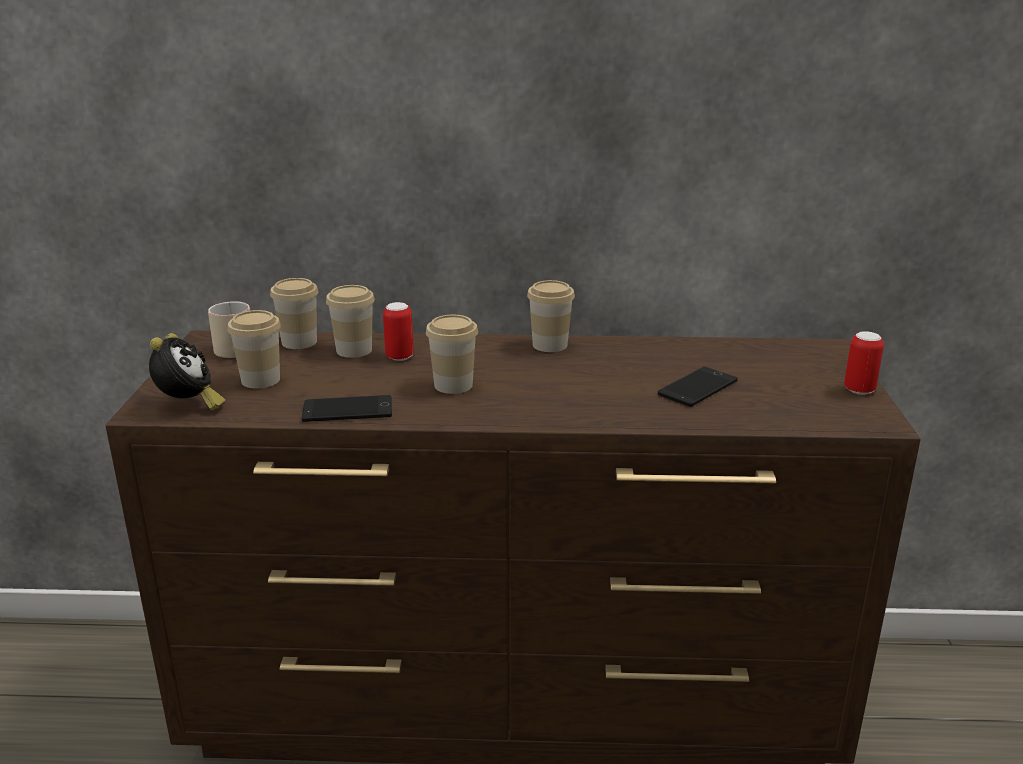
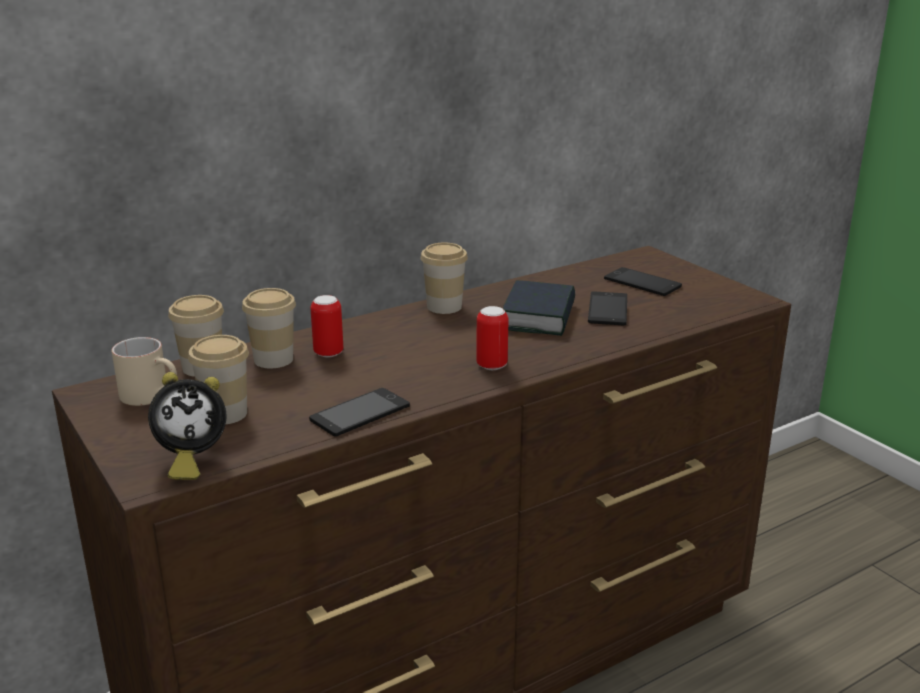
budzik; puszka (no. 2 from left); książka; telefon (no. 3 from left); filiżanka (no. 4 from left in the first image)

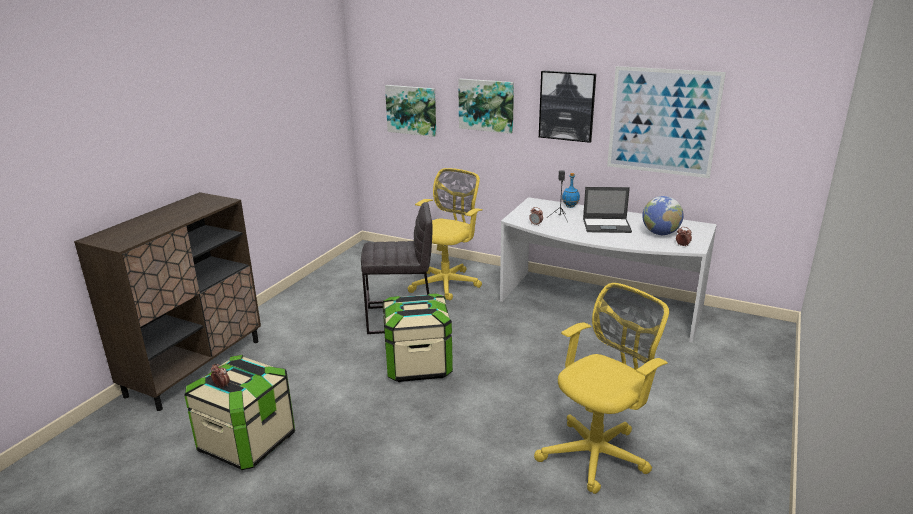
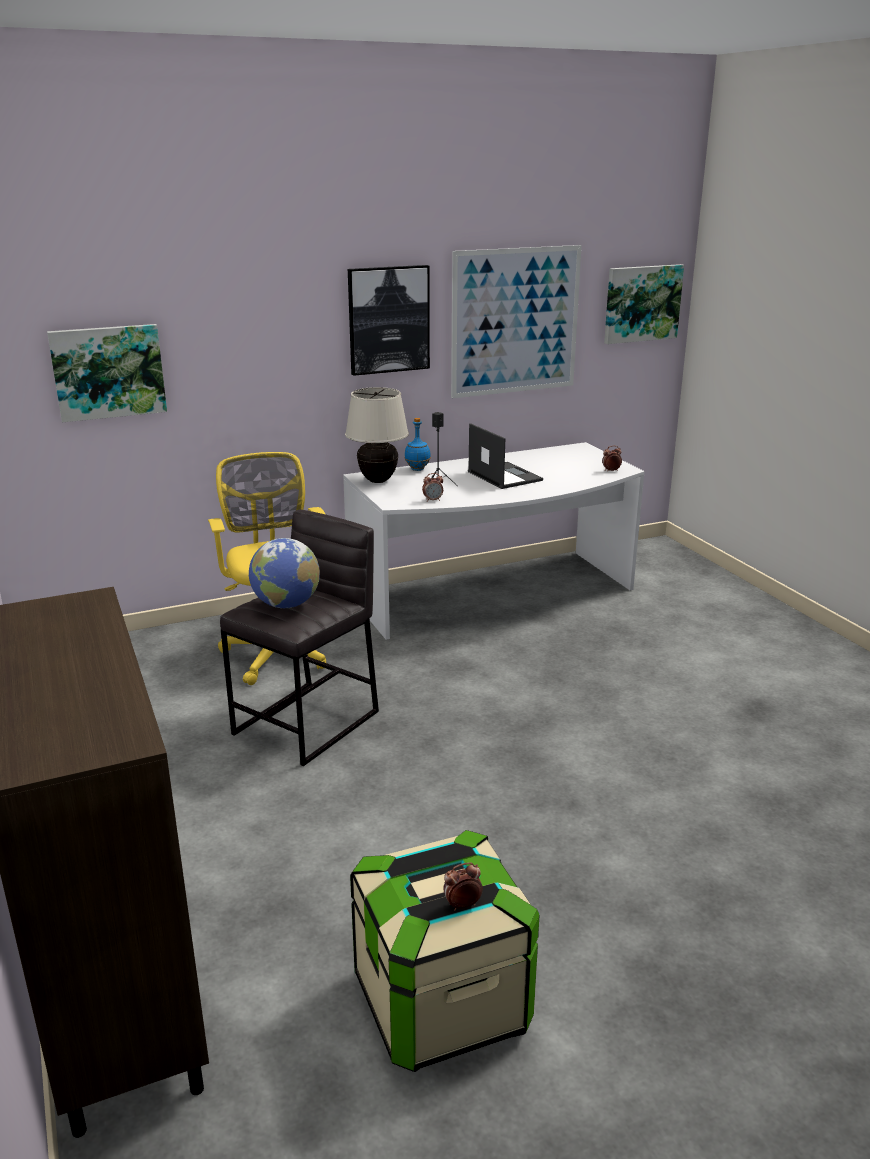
globus; lampa stołowa (beżowy); laptop; obraz (no. 4 from left); pojemnik do przechowywania (no. 2 from left in the first image); krzesło biurowe (żółty) (no. 2 from left in the first image)

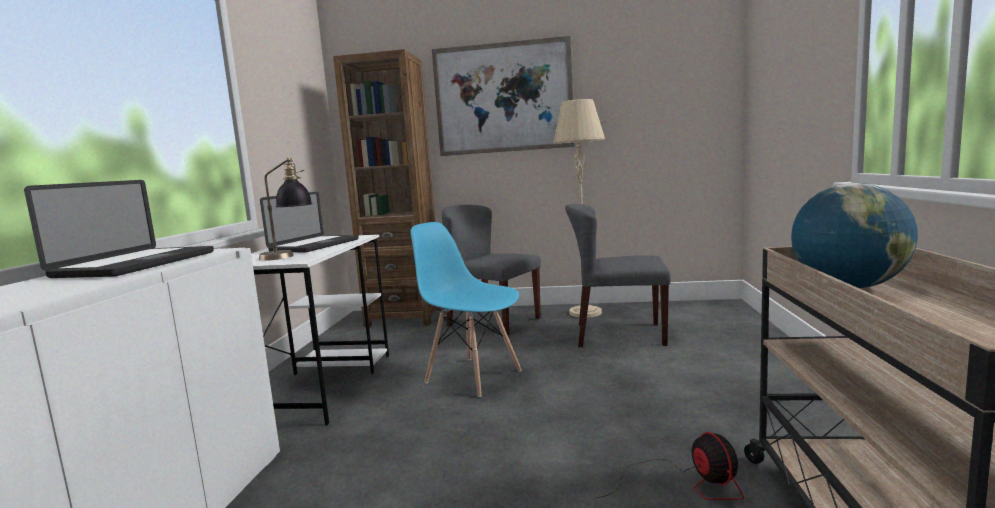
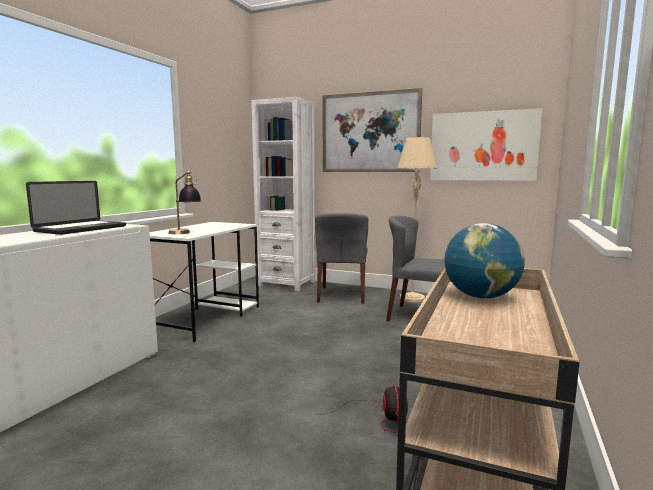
regał (biały); krzesło (szary) (no. 1 from left); obraz (no. 2 from left); laptop (no. 2 from left in the first image); krzesło (niebieski)

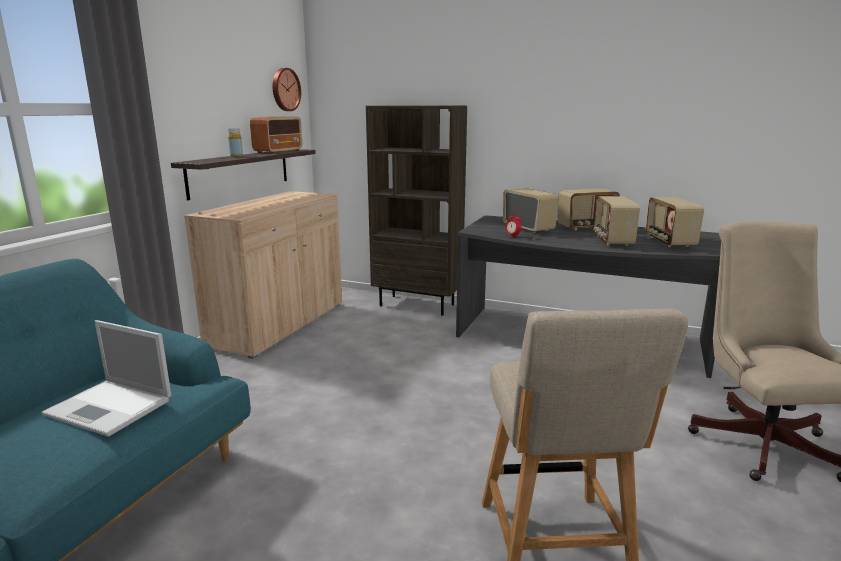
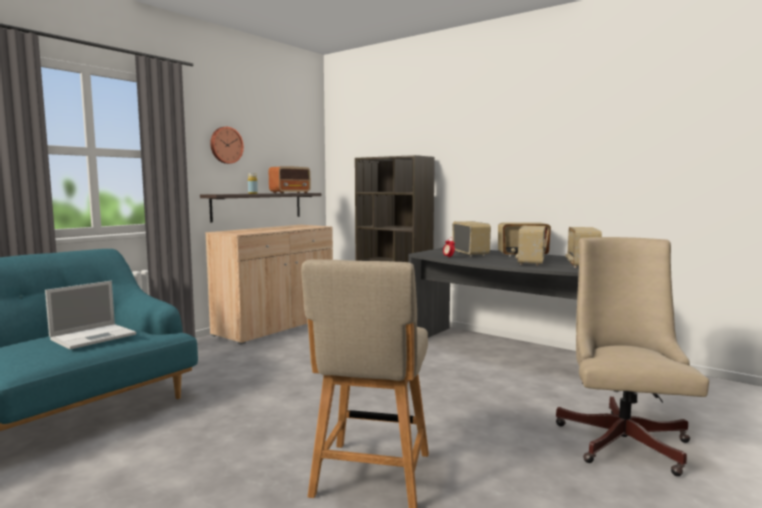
laptop; zegar ścienny

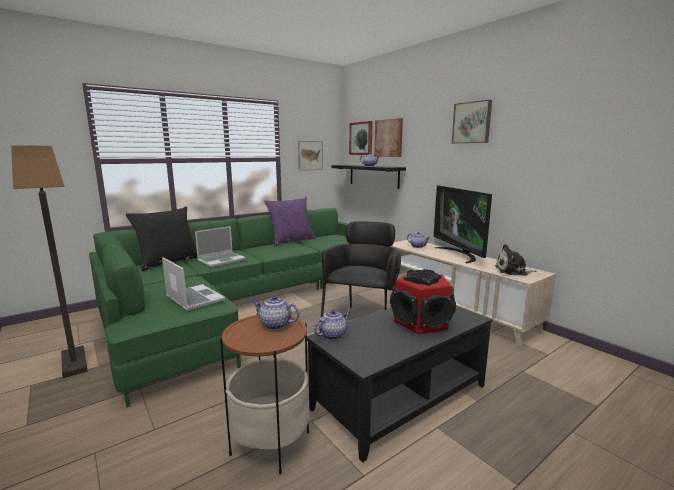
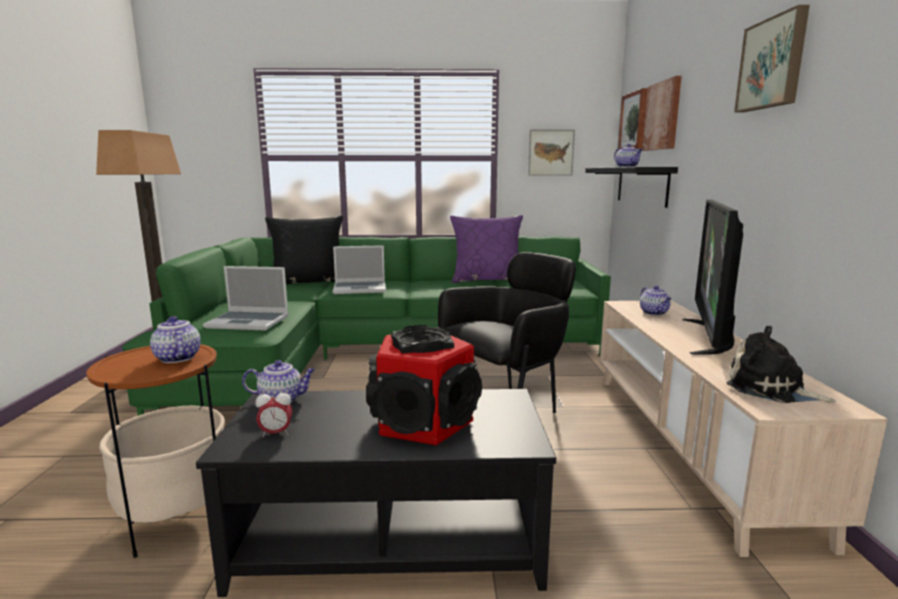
laptop (no. 1 from left); budzik

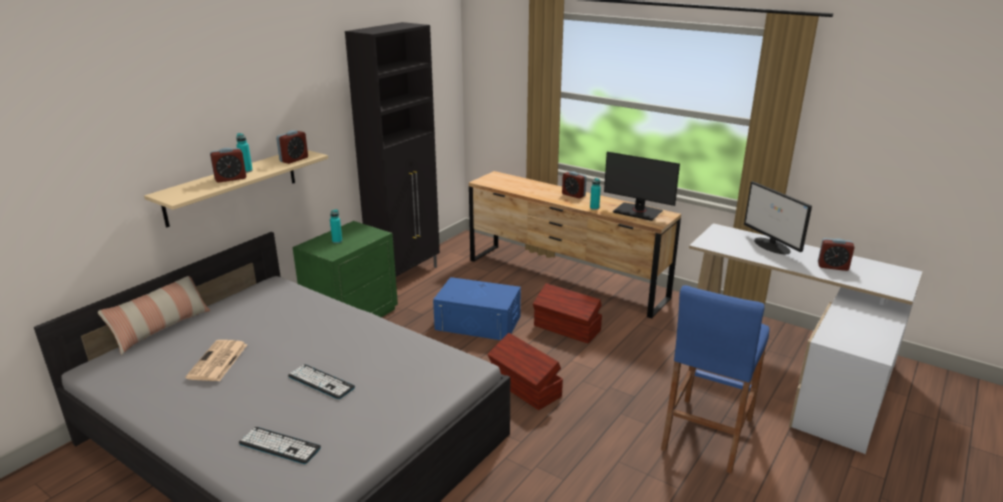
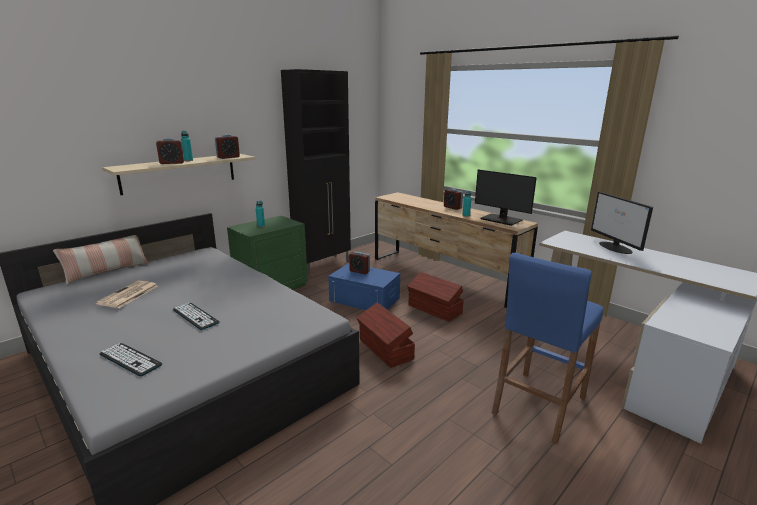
budzik (no. 3 from left)

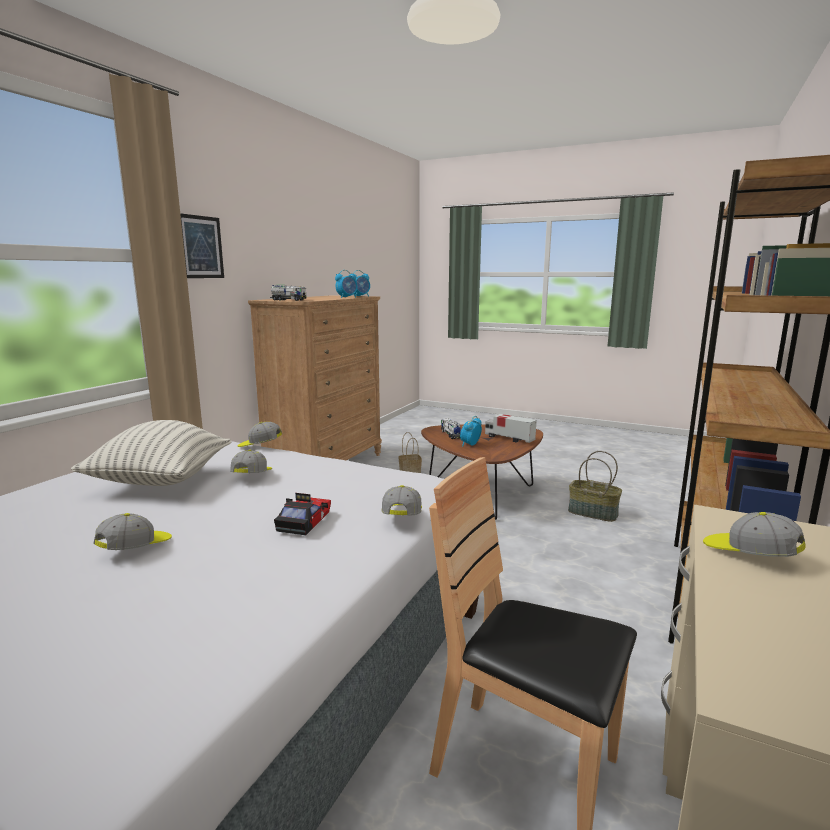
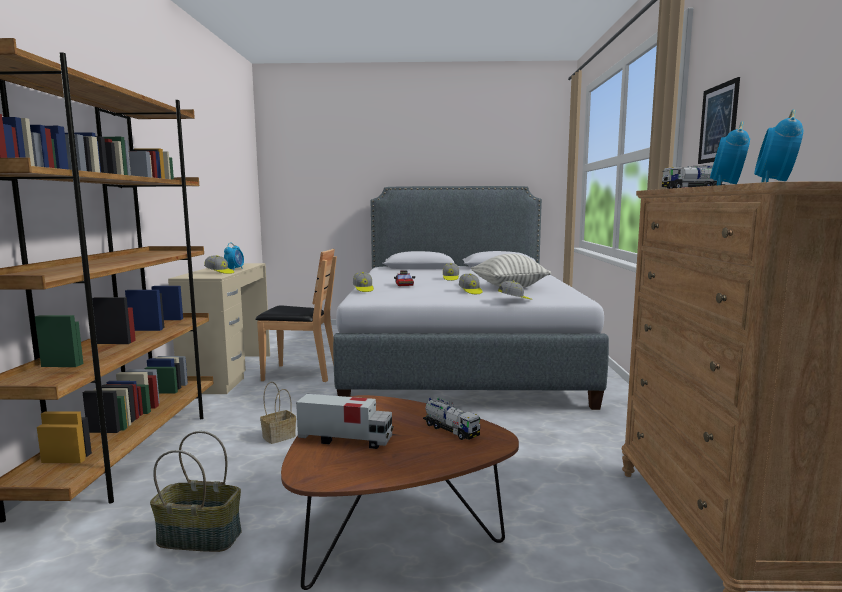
budzik (no. 1 from left); koszyk (no. 2 from left)

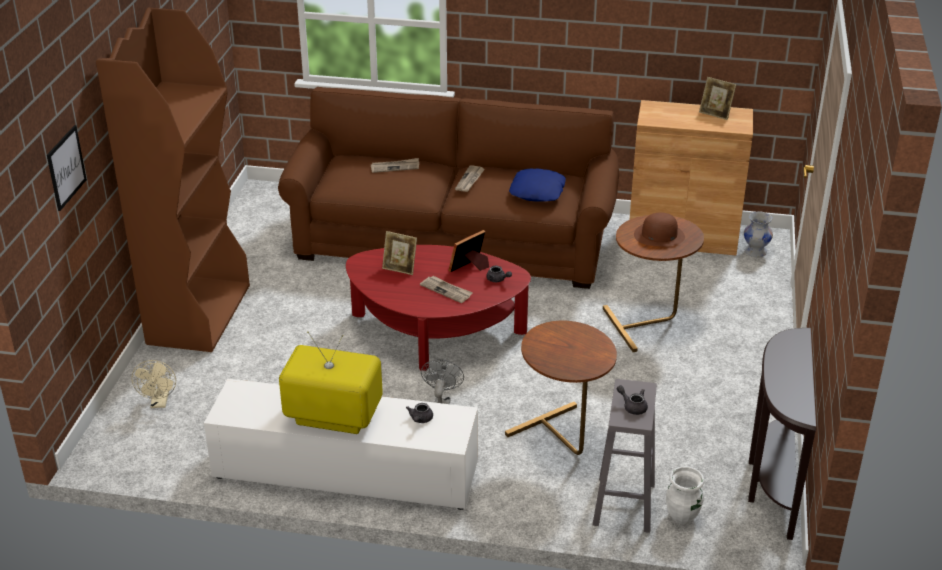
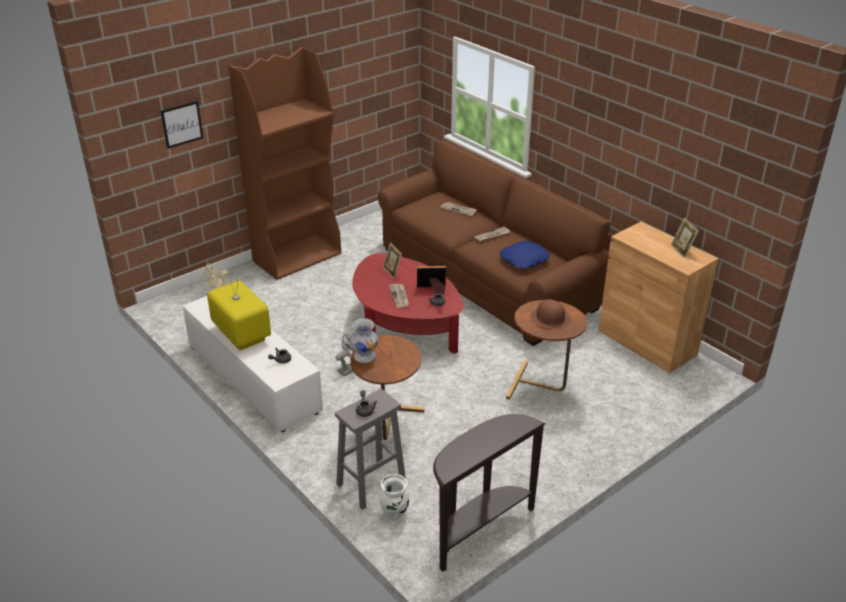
wazon (biały) (no. 1 from left)

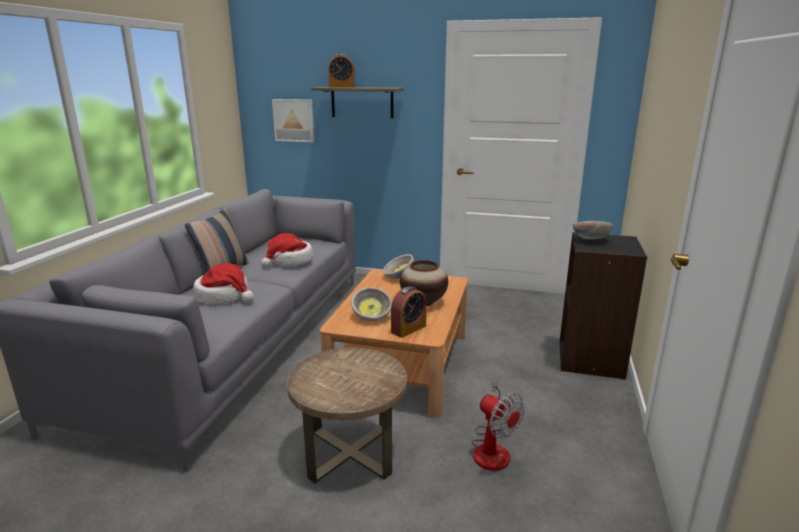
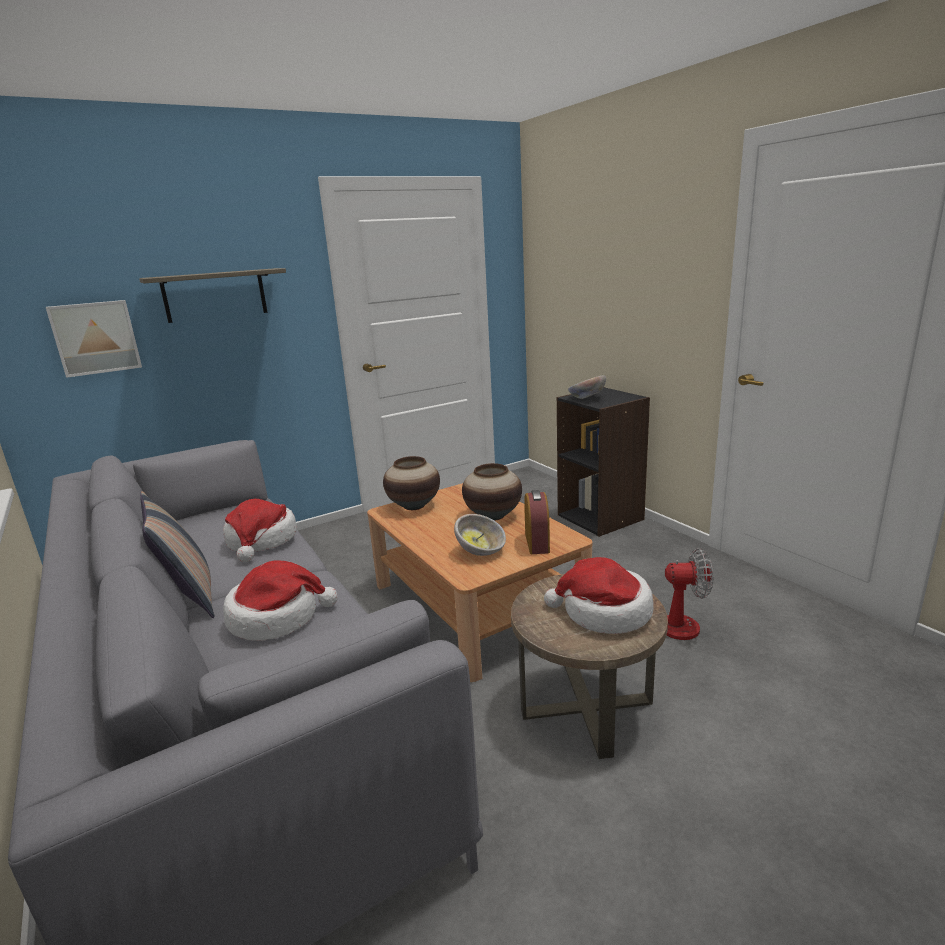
wazon (no. 1 from left); kapelusz (no. 3 from left); budzik (no. 1 from left in the first image)

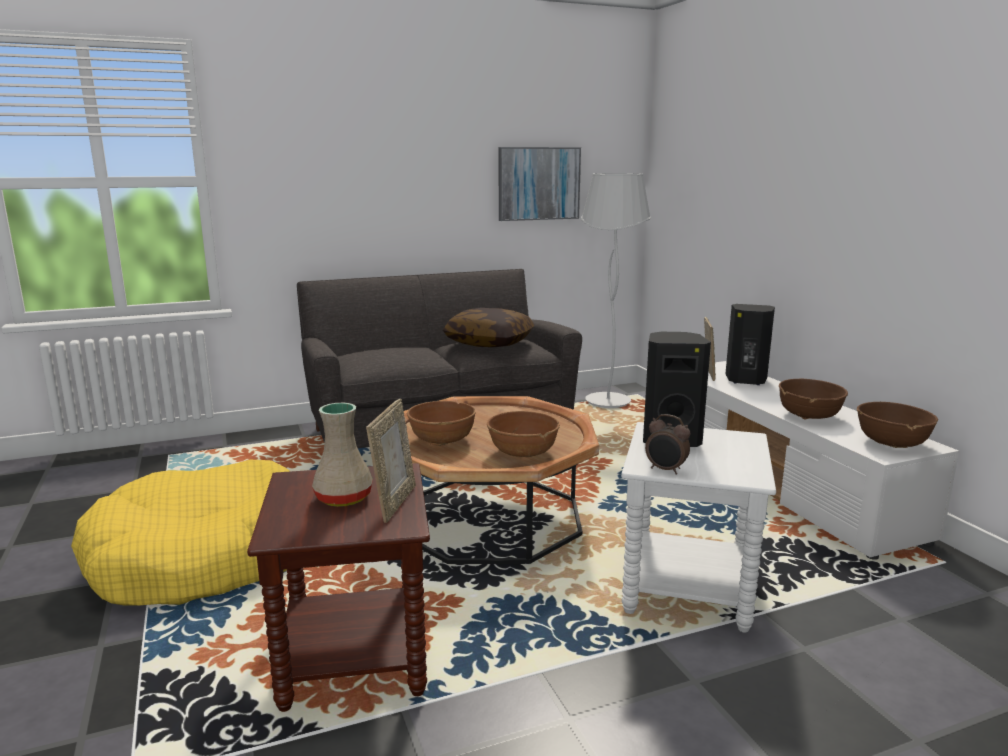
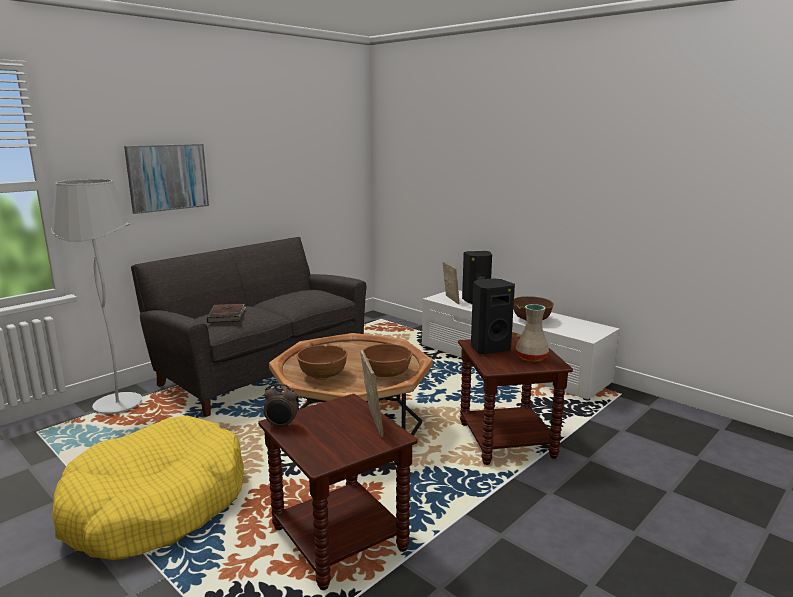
lampa stojąca (biały); obraz; książka (brązowy); budzik; stolik (brązowy) (no. 2 from left); wazon (beżowy); poduszka; miska (brązowy) (no. 4 from left in the first image)

